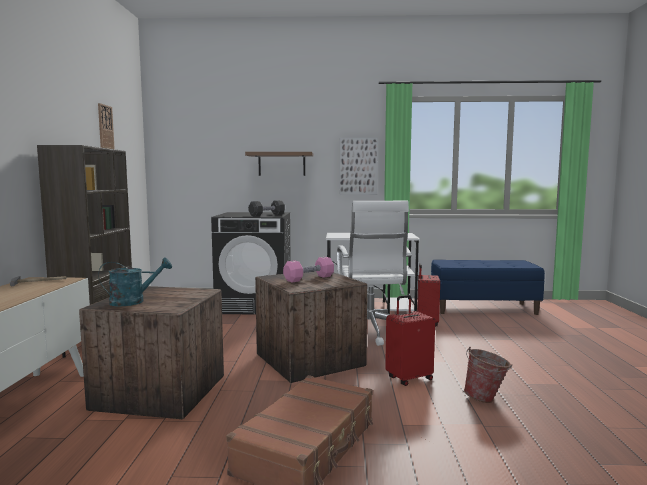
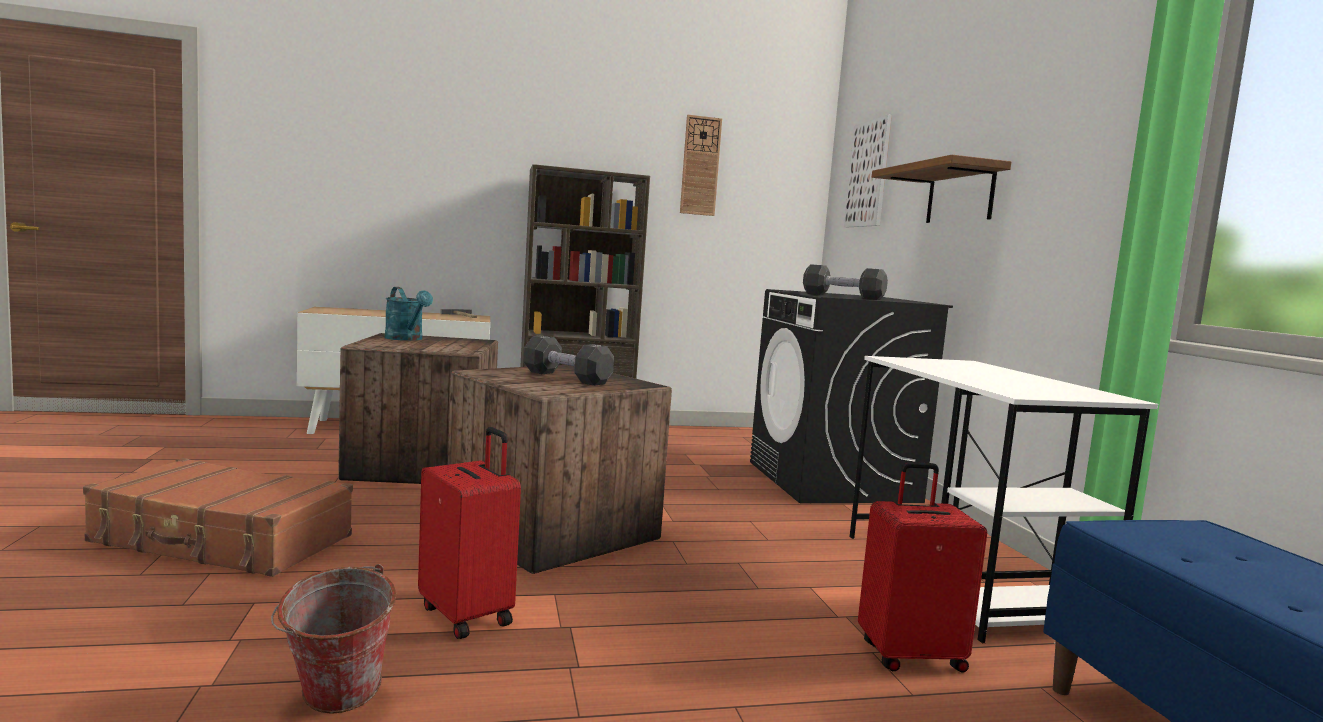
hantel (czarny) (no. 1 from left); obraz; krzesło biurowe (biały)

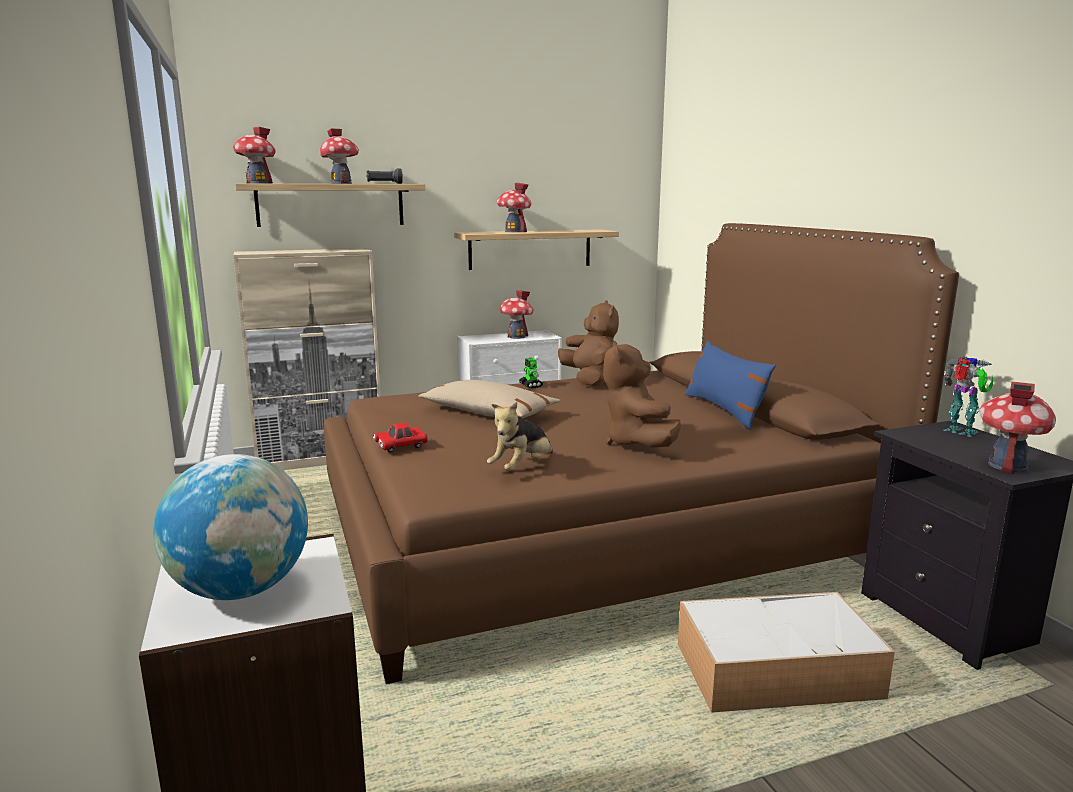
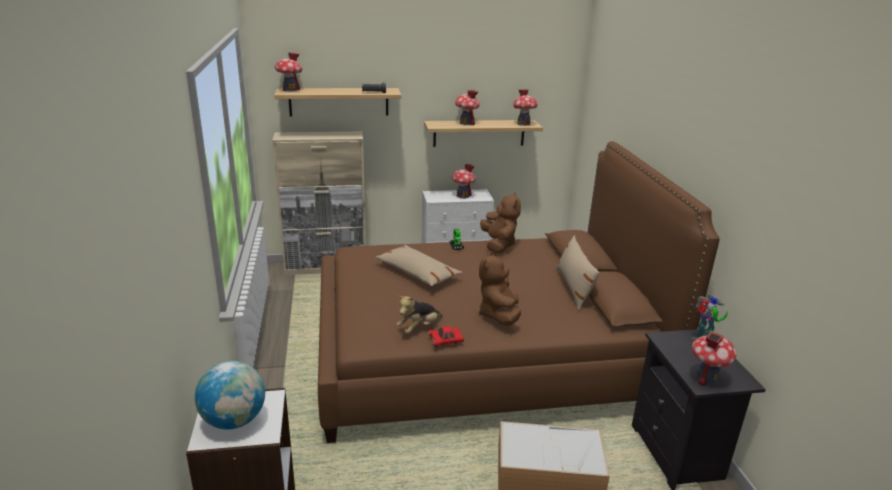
samochodzik (czerwony); domek (no. 4 from left); poduszka (beżowy) (no. 2 from left)

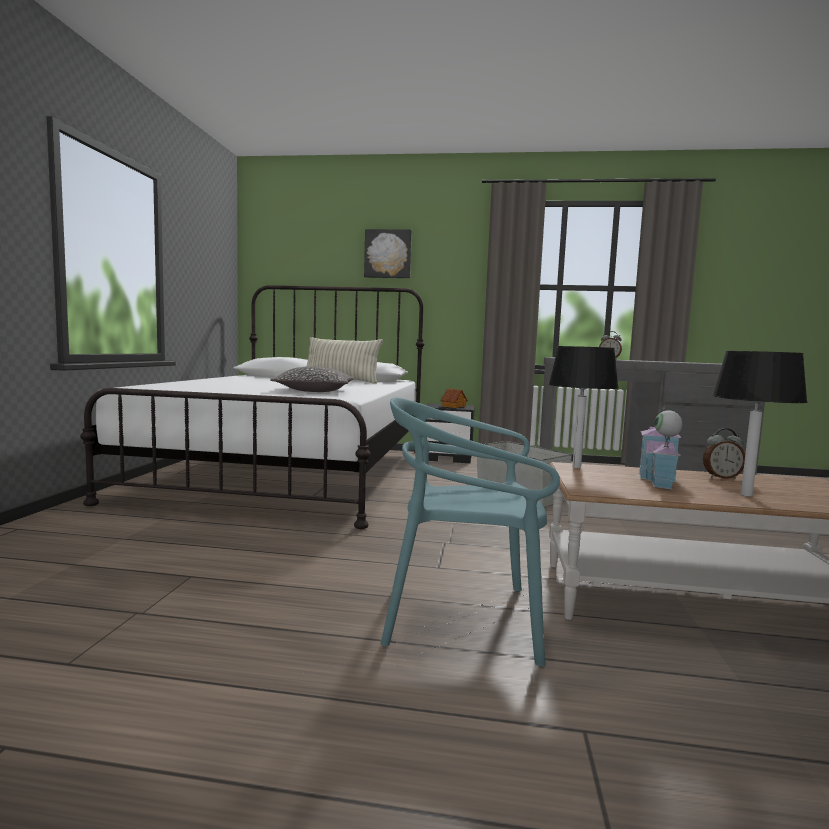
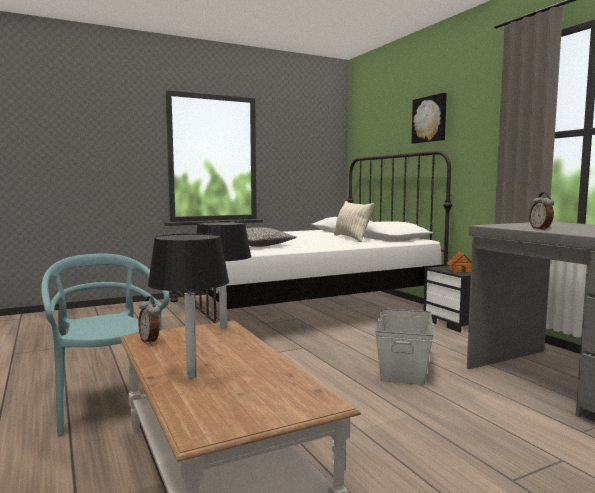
budzik (no. 1 from left); domek (no. 2 from left in the first image)

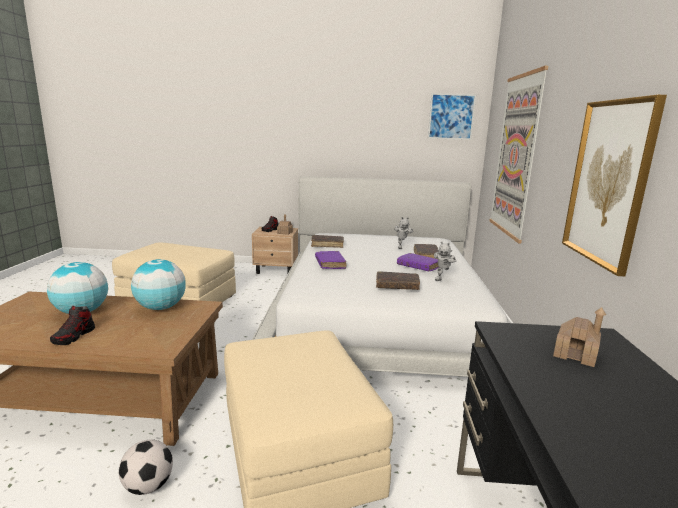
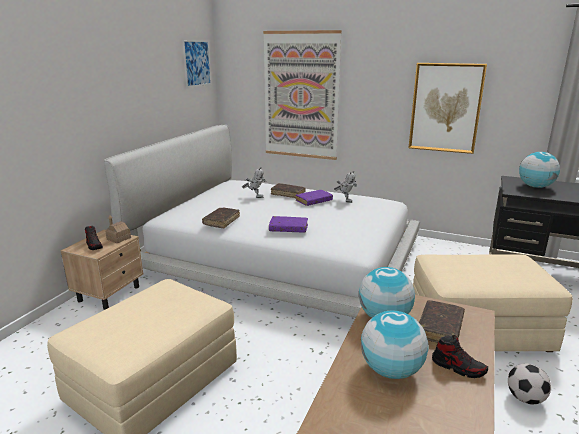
książka (brązowy) (no. 3 from left); globus (no. 3 from left)

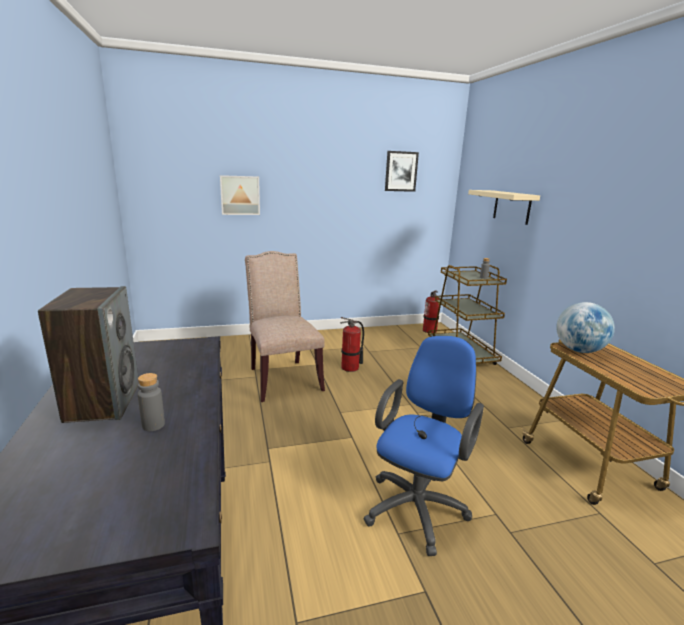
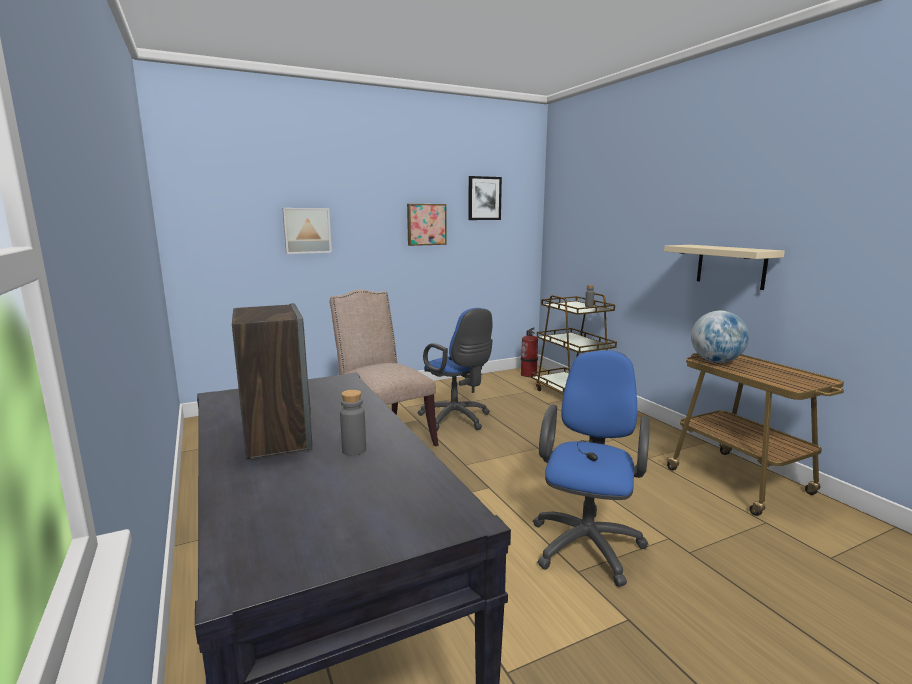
obraz (no. 2 from left); krzesło biurowe (niebieski) (no. 1 from left); półka (beżowy)

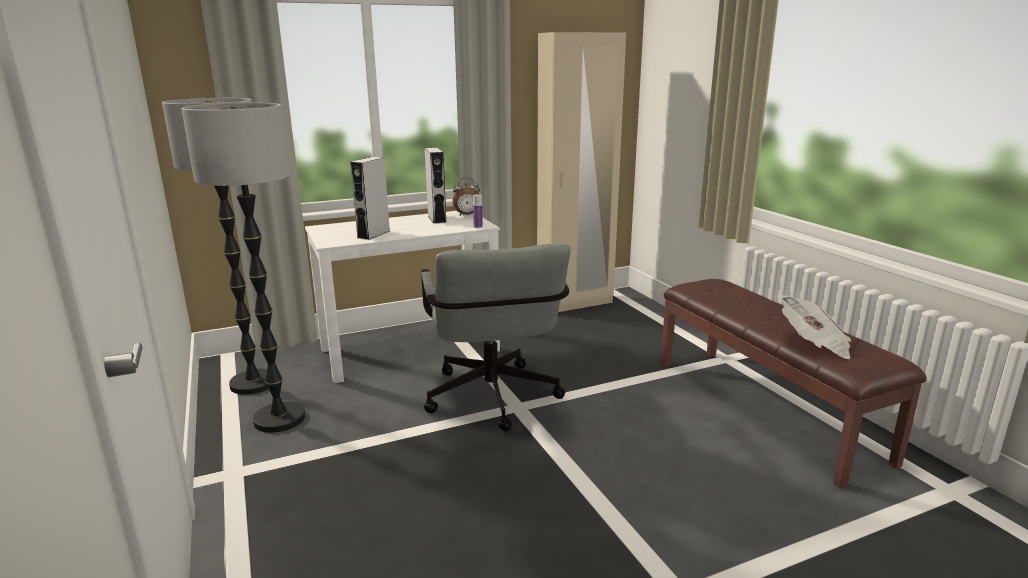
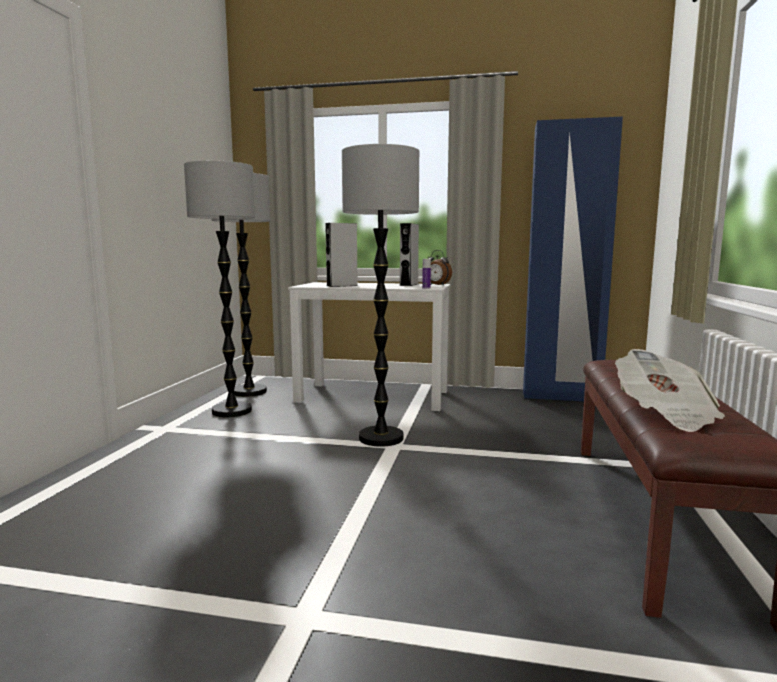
lampa stojąca (no. 3 from left); szafa (niebieski)

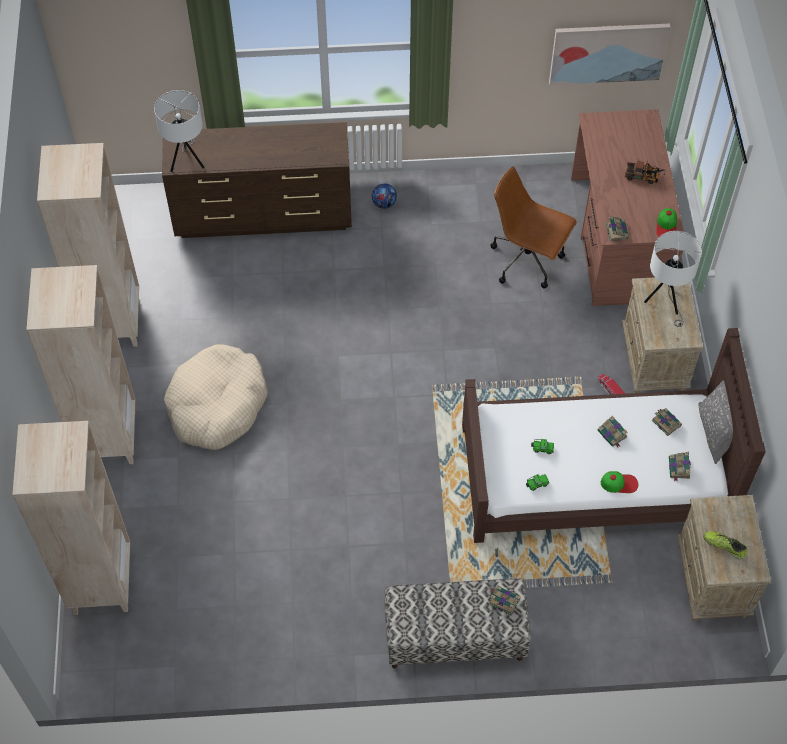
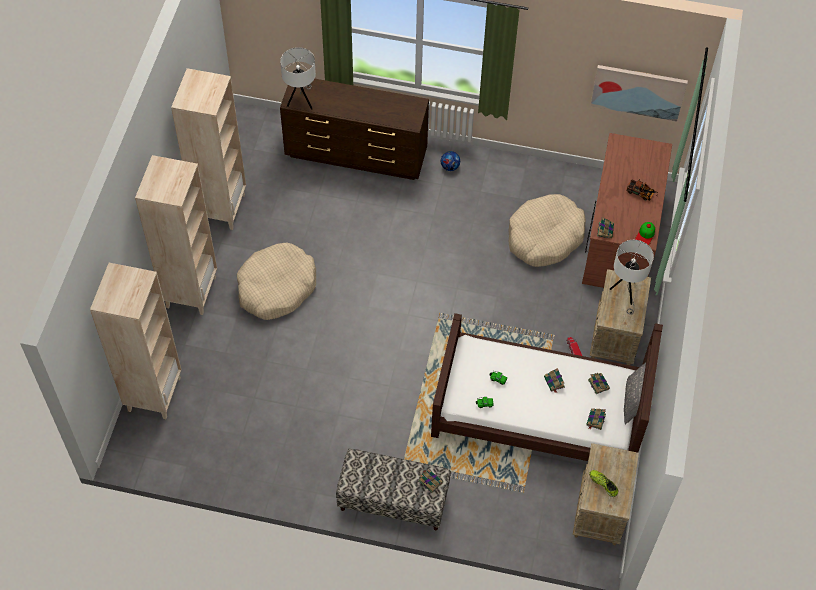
legowisko (beżowy) (no. 2 from left); czapka z daszkiem (no. 1 from left in the first image)

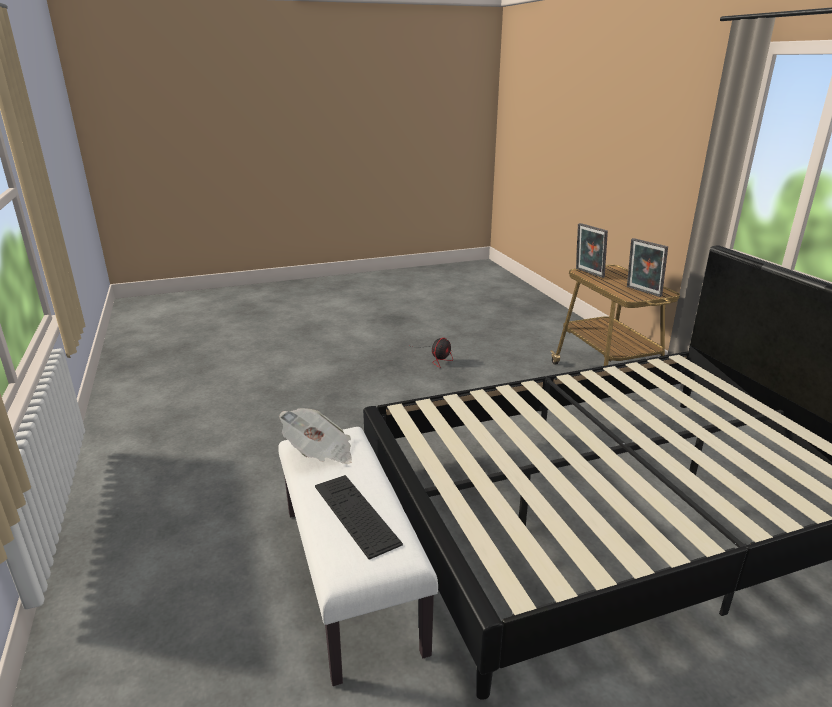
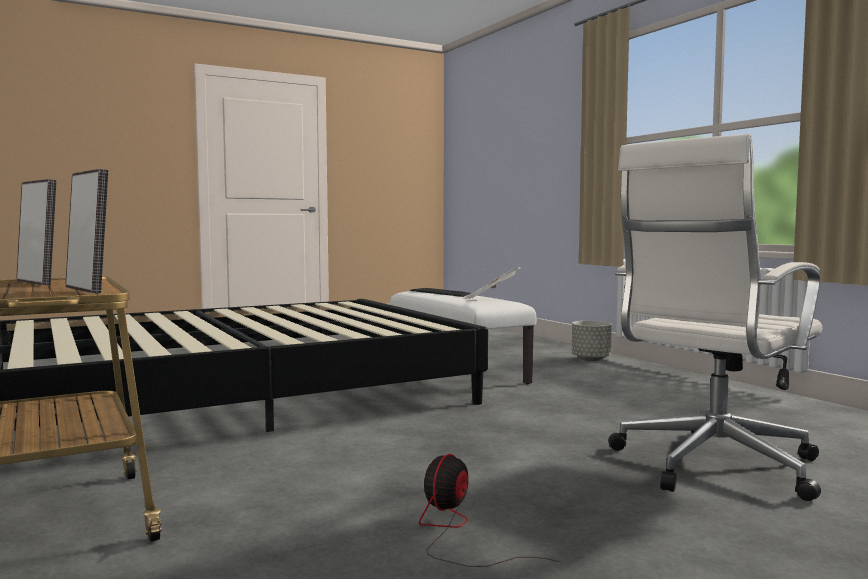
donica (szary); krzesło biurowe (biały)

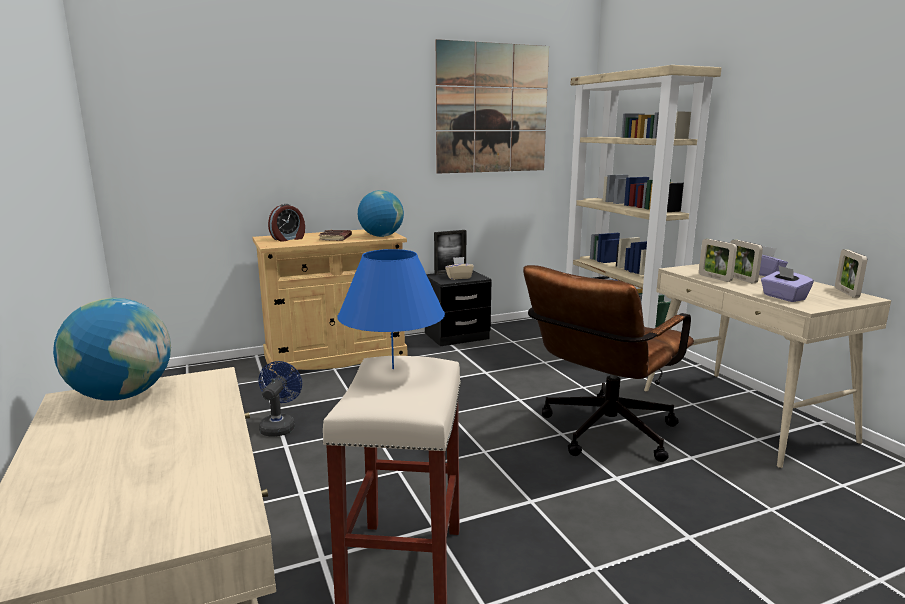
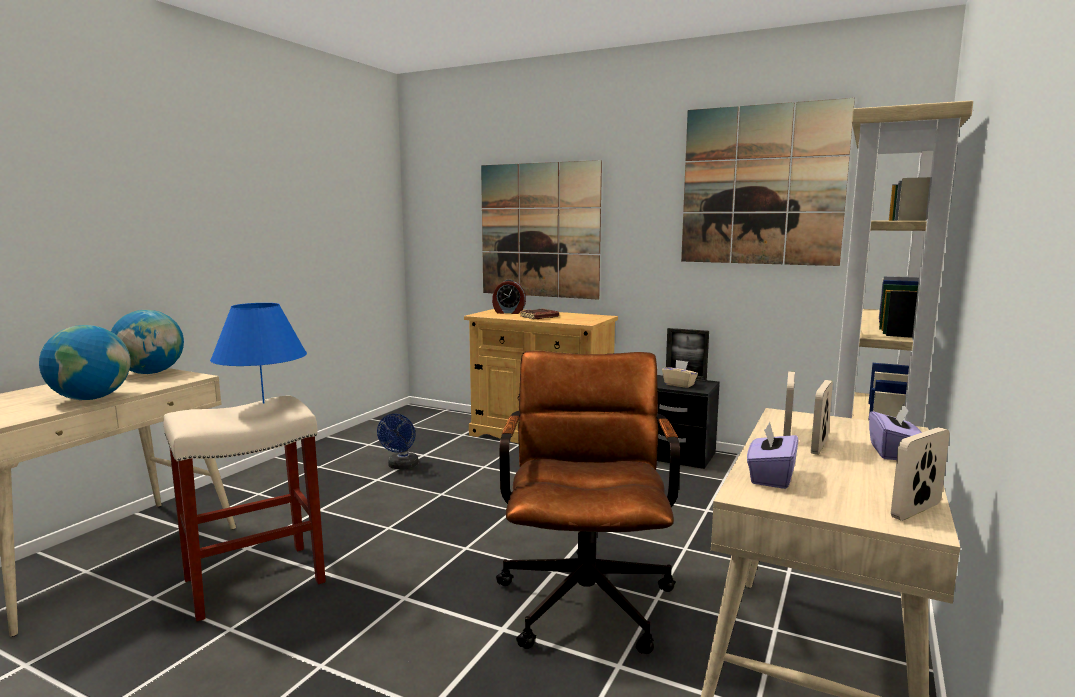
globus (no. 1 from left); wentylator (niebieski); obraz (no. 1 from left); krzesło biurowe (brązowy)

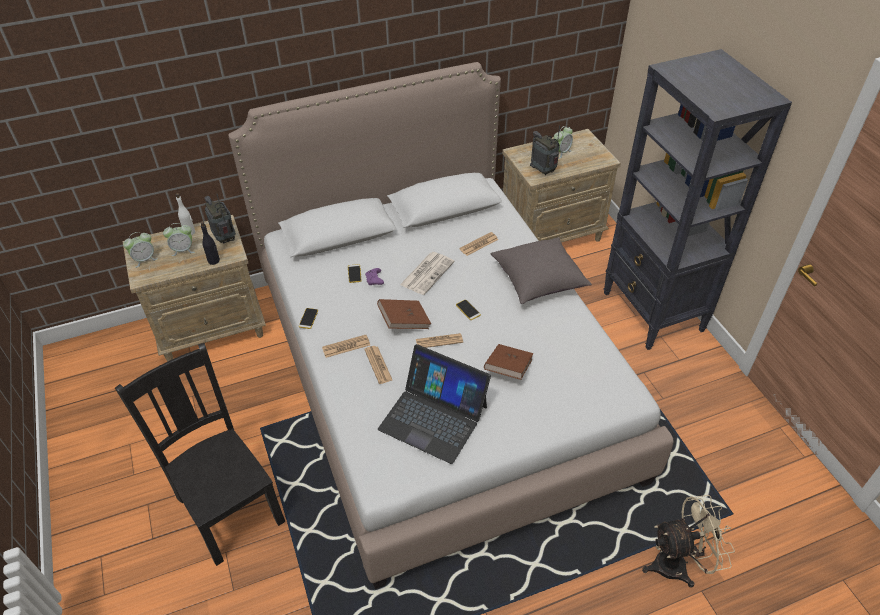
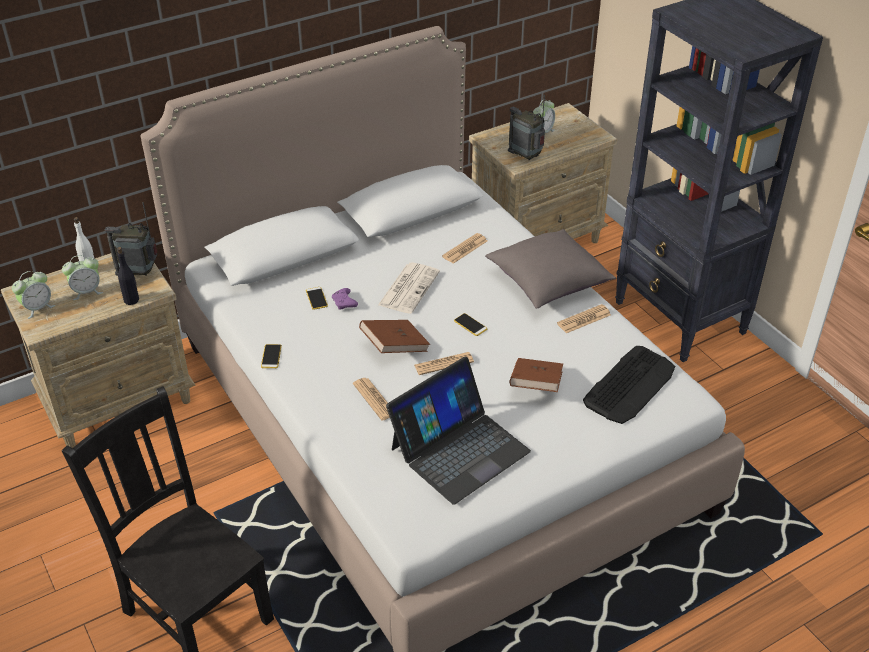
radio (no. 1 from left); laptop; gazeta (no. 5 from left); klawiatura; wentylator (beżowy)

